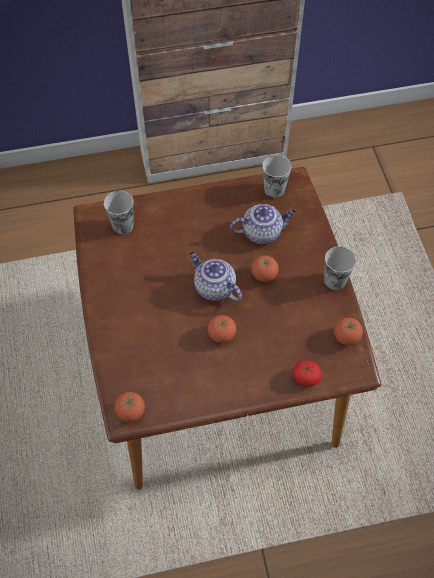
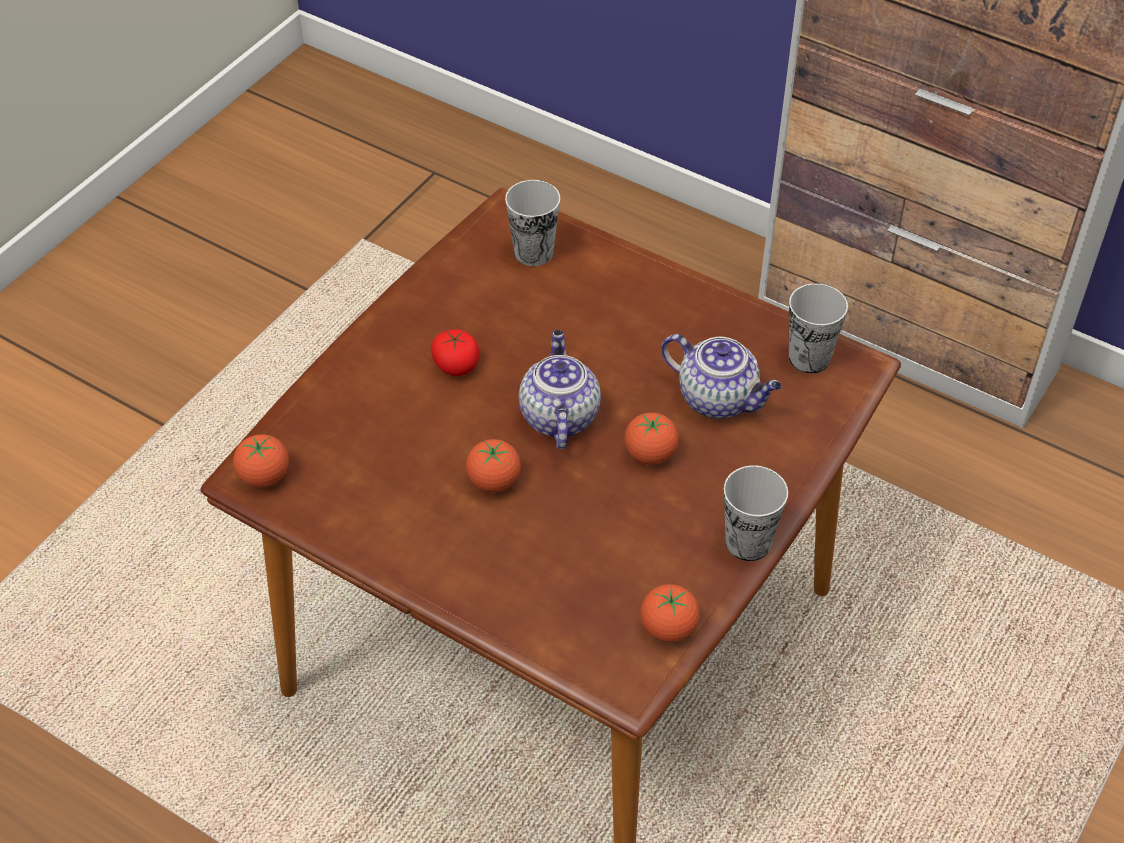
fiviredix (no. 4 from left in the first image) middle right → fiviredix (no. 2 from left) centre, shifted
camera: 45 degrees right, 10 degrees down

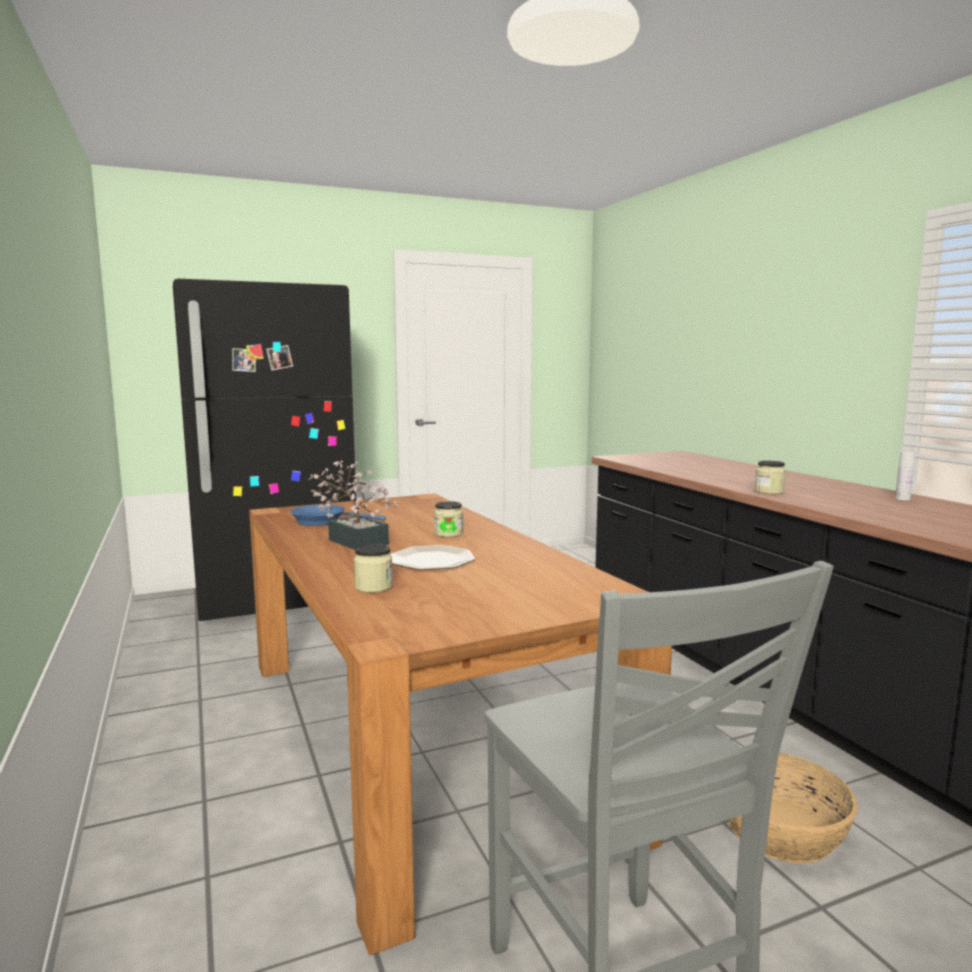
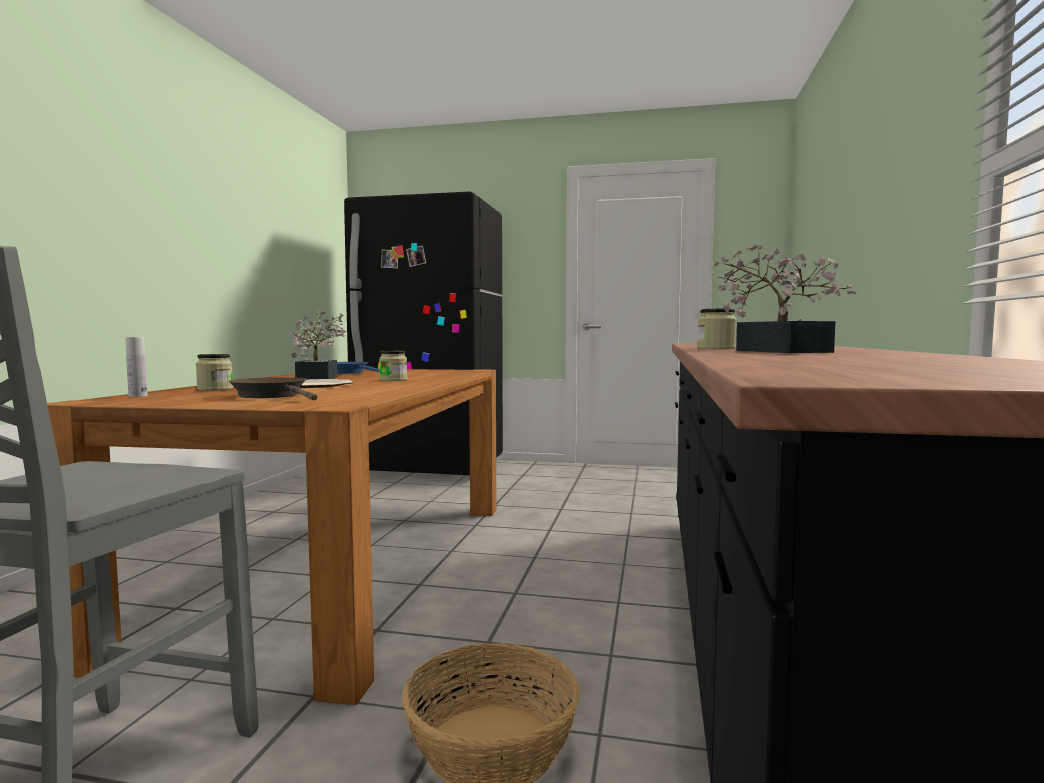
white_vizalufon middle right → white_vizalufon middle left, shifted
- → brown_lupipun middle left
- → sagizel (no. 2 from left) middle right
camera: 35 degrees right, 5 degrees down

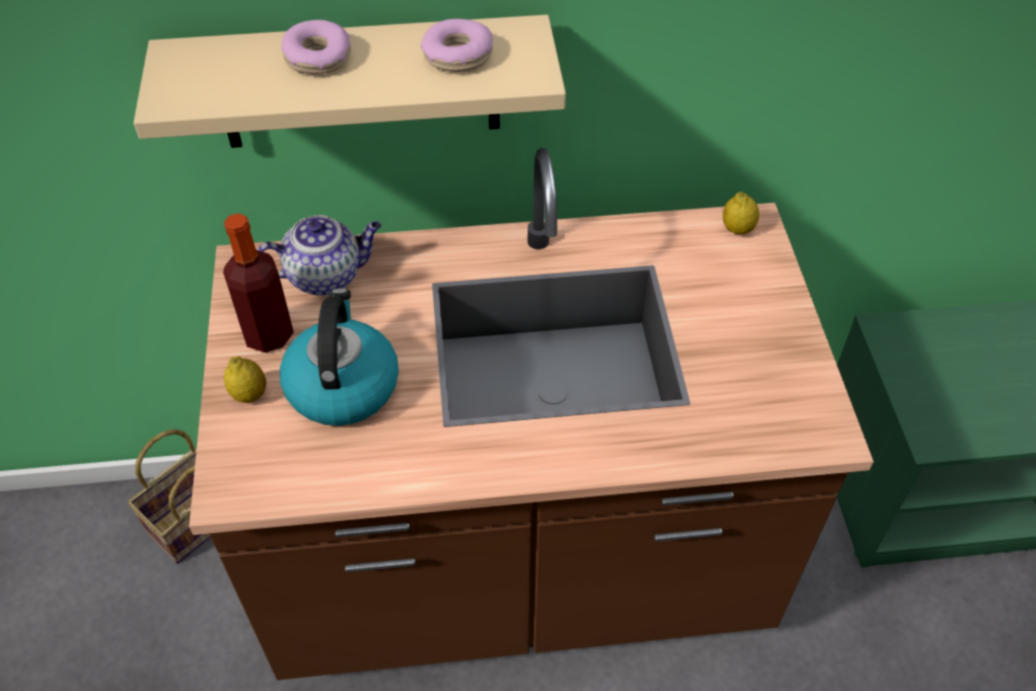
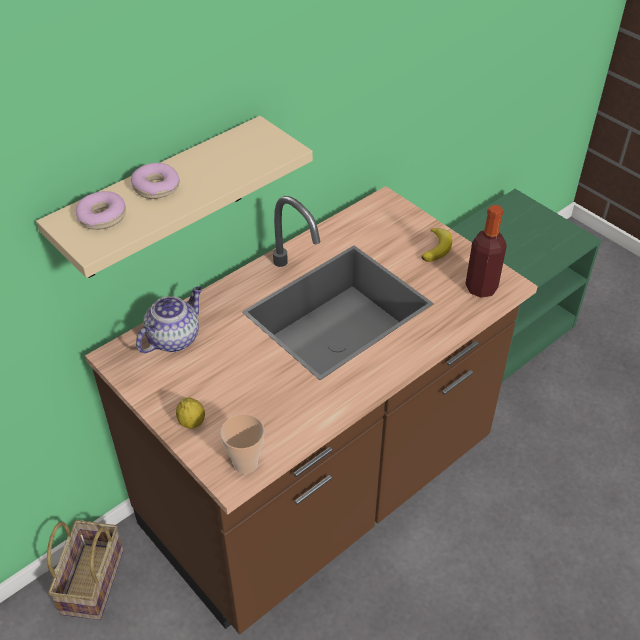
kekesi (no. 2 from left in the first image) top centre → kekesi (no. 1 from left) top left, shifted
- → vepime bottom centre
- → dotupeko middle right
vizalufon middle left → vizalufon middle right, shifted
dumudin middle left → -
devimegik (no. 2 from left) top right → -
camera: 35 degrees left, 5 degrees down

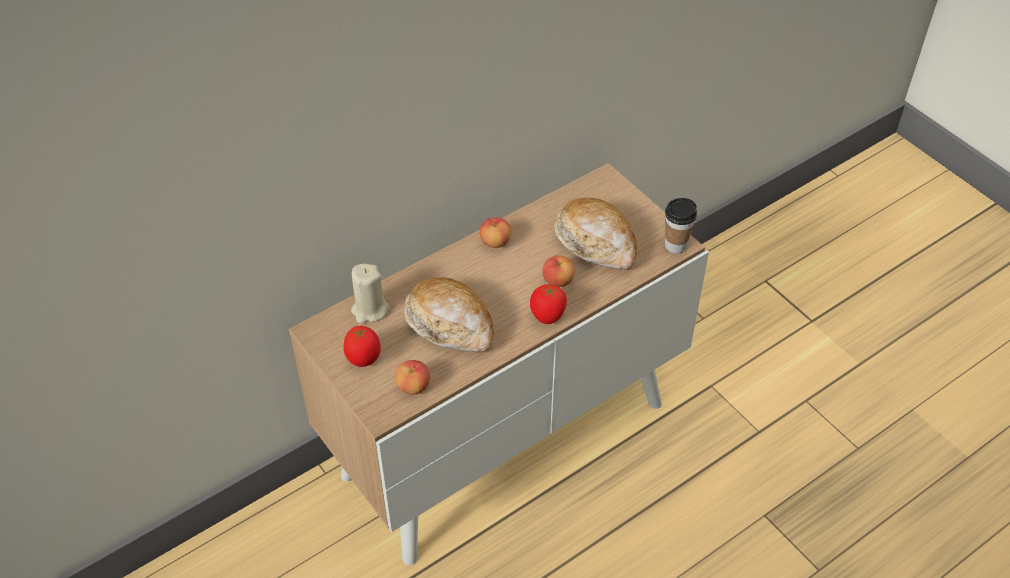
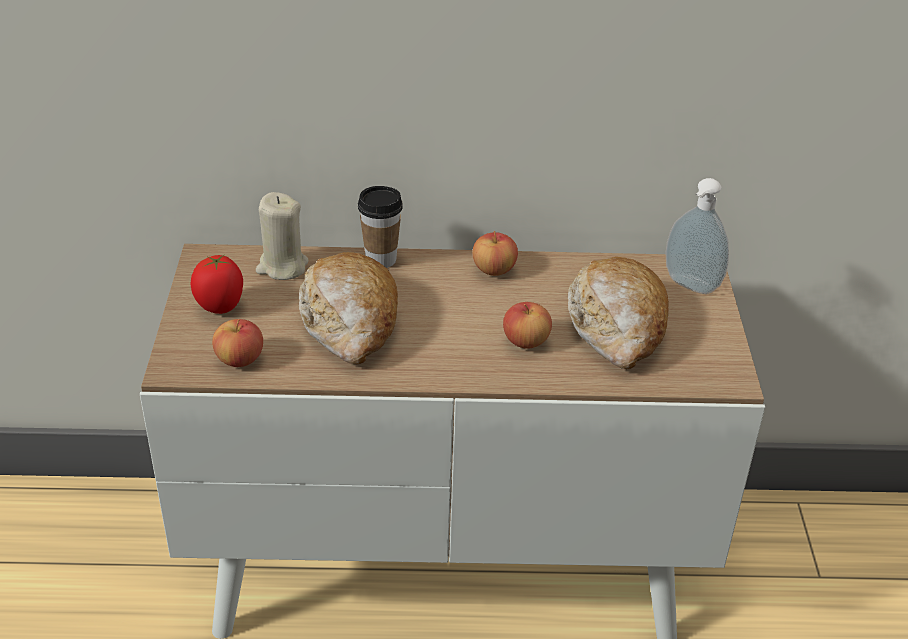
vepime middle right → vepime centre, shifted
- → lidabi middle right
fiviredix (no. 2 from left) centre → -
camera: 35 degrees right, 10 degrees down

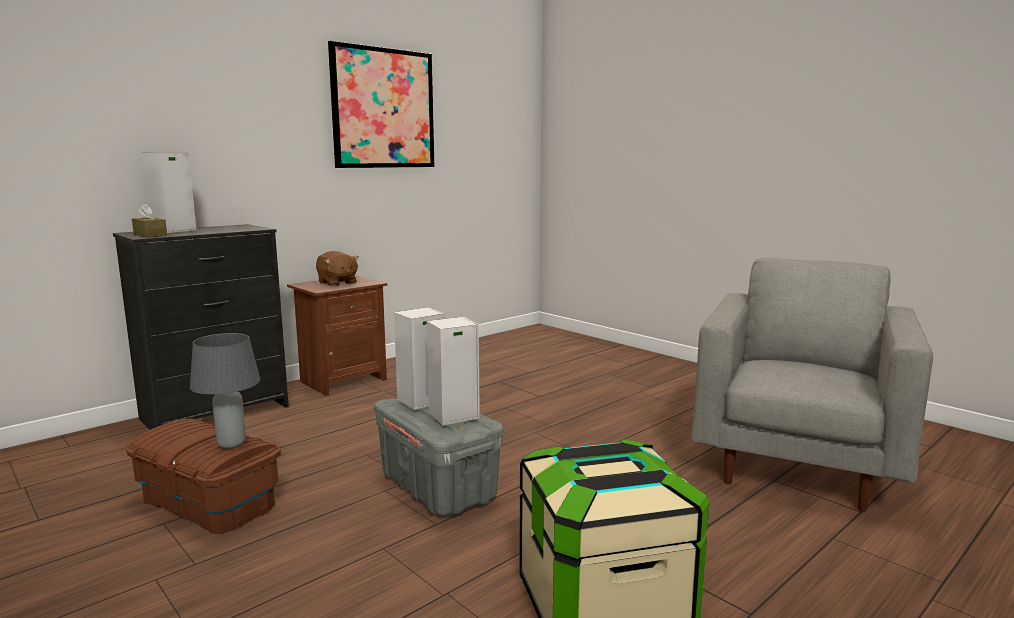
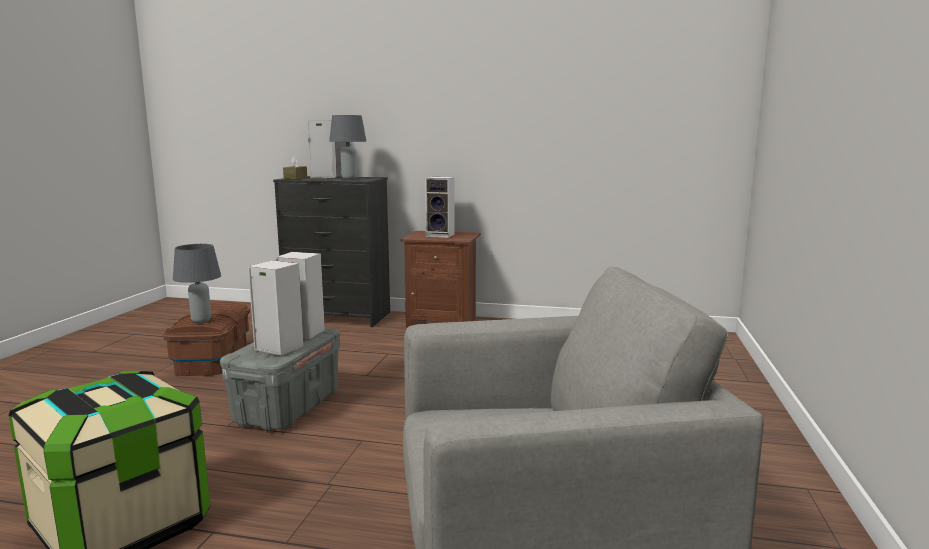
- → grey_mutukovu (no. 2 from left) top centre
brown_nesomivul middle left → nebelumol (no. 4 from left) centre
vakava top centre → -
camera: 55 degrees right, 0 degrees up

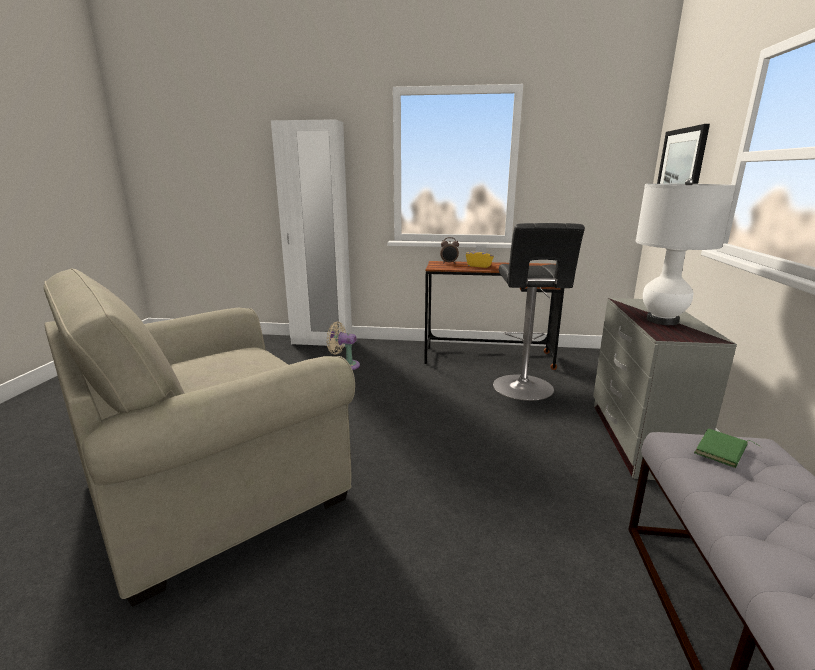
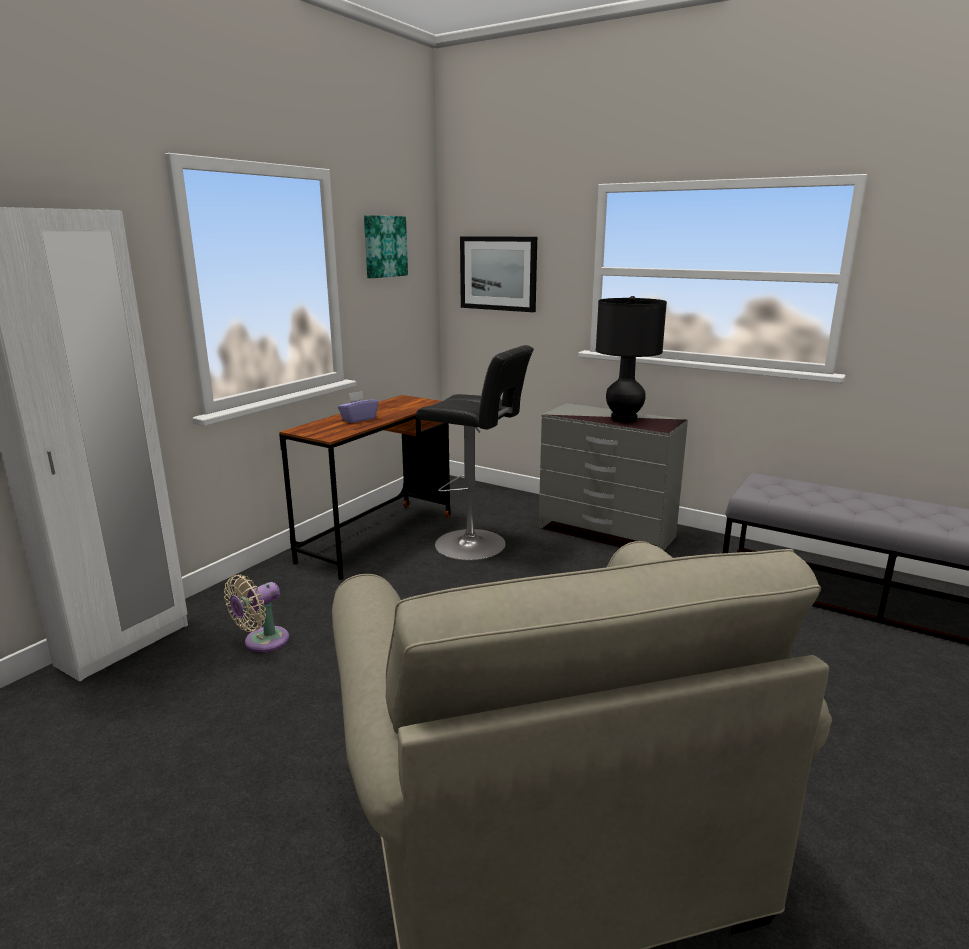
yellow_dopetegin centre → purple_dopetegin centre
- → vakava (no. 1 from left) top centre
white_mutukovu middle right → black_mutukovu centre
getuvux centre → -
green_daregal bottom right → -
camera: 65 degrees left, 0 degrees up

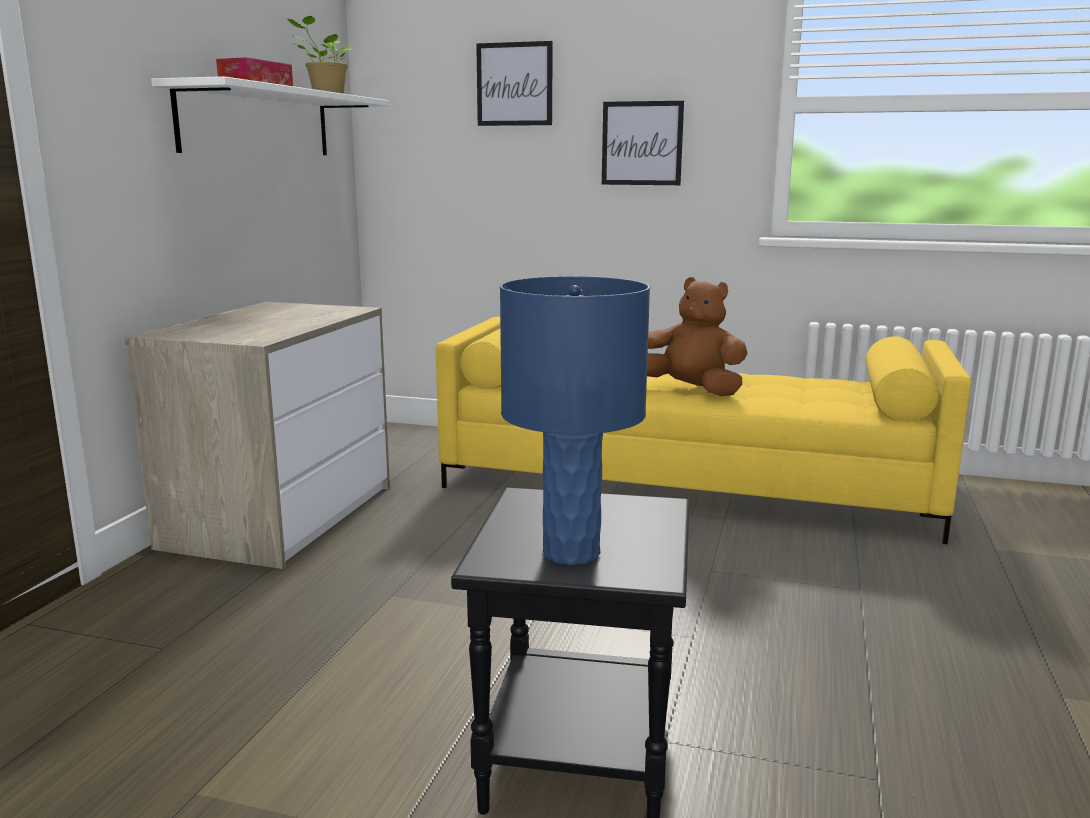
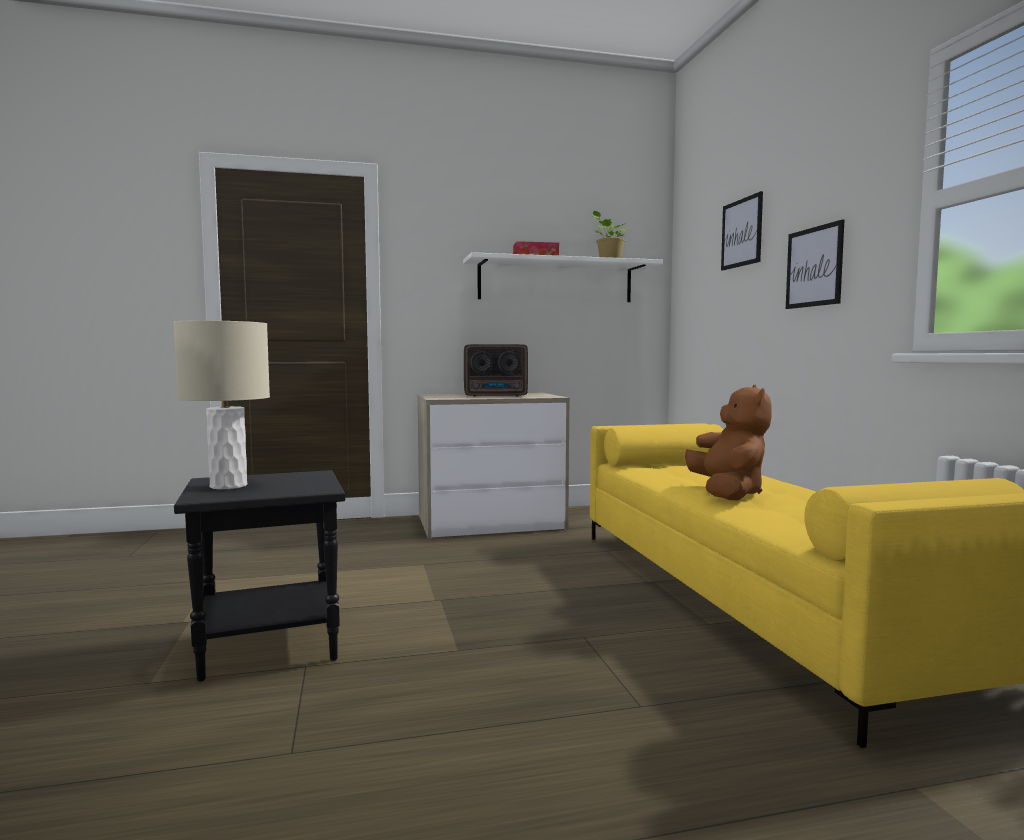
blue_mutukovu centre → beige_mutukovu middle left
- → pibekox centre
camera: 60 degrees right, 10 degrees down

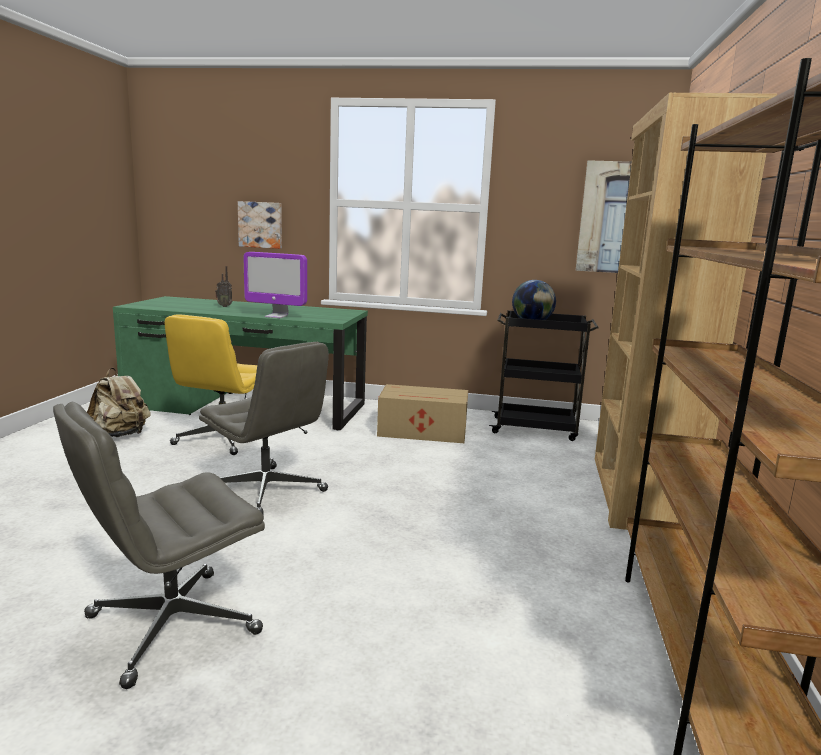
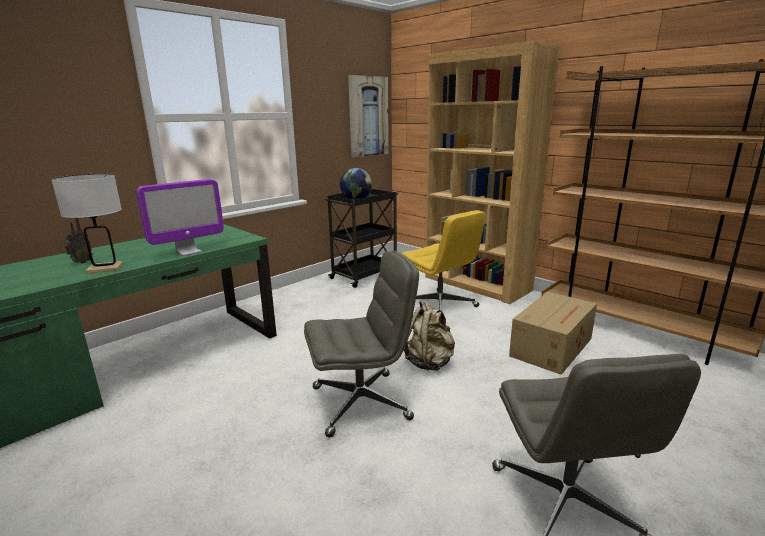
- → white_mutukovu middle left
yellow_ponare middle left → yellow_ponare centre, shifted
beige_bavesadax middle left → beige_bavesadax centre, shifted
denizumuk centre → denizumuk middle right, shifted
vakava (no. 1 from left) top left → -
camera: 55 degrees left, 5 degrees up

